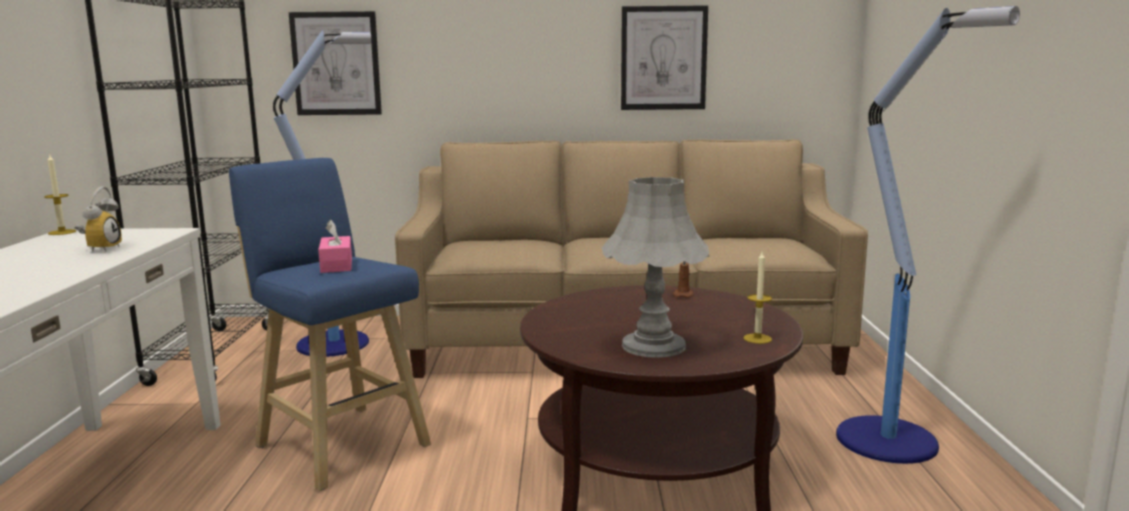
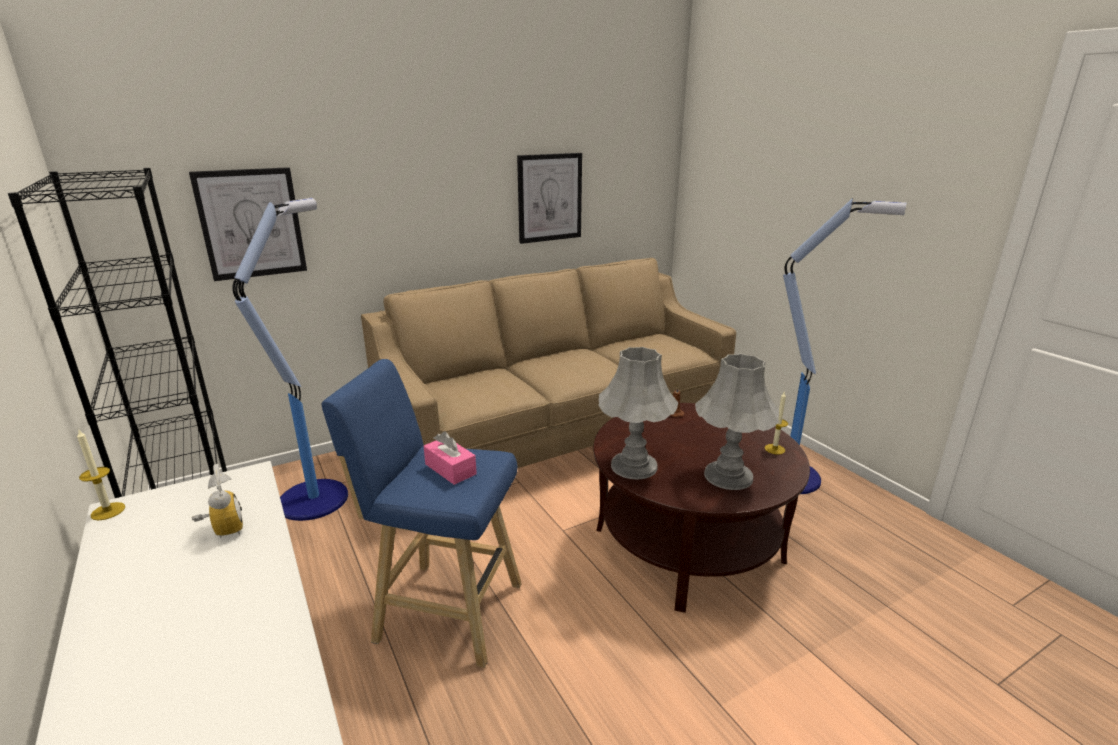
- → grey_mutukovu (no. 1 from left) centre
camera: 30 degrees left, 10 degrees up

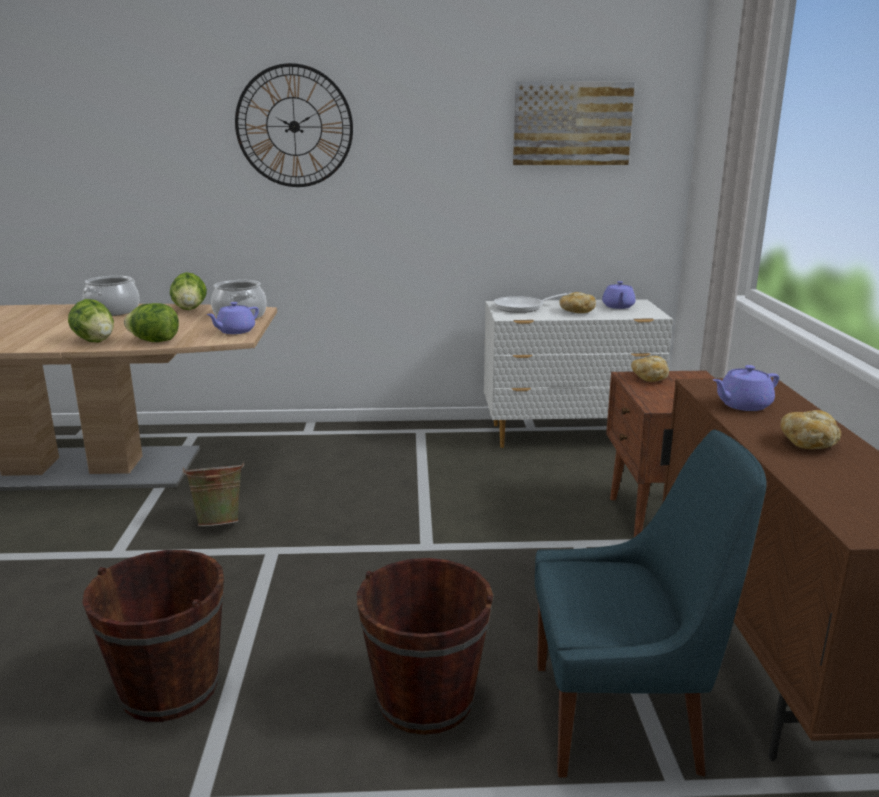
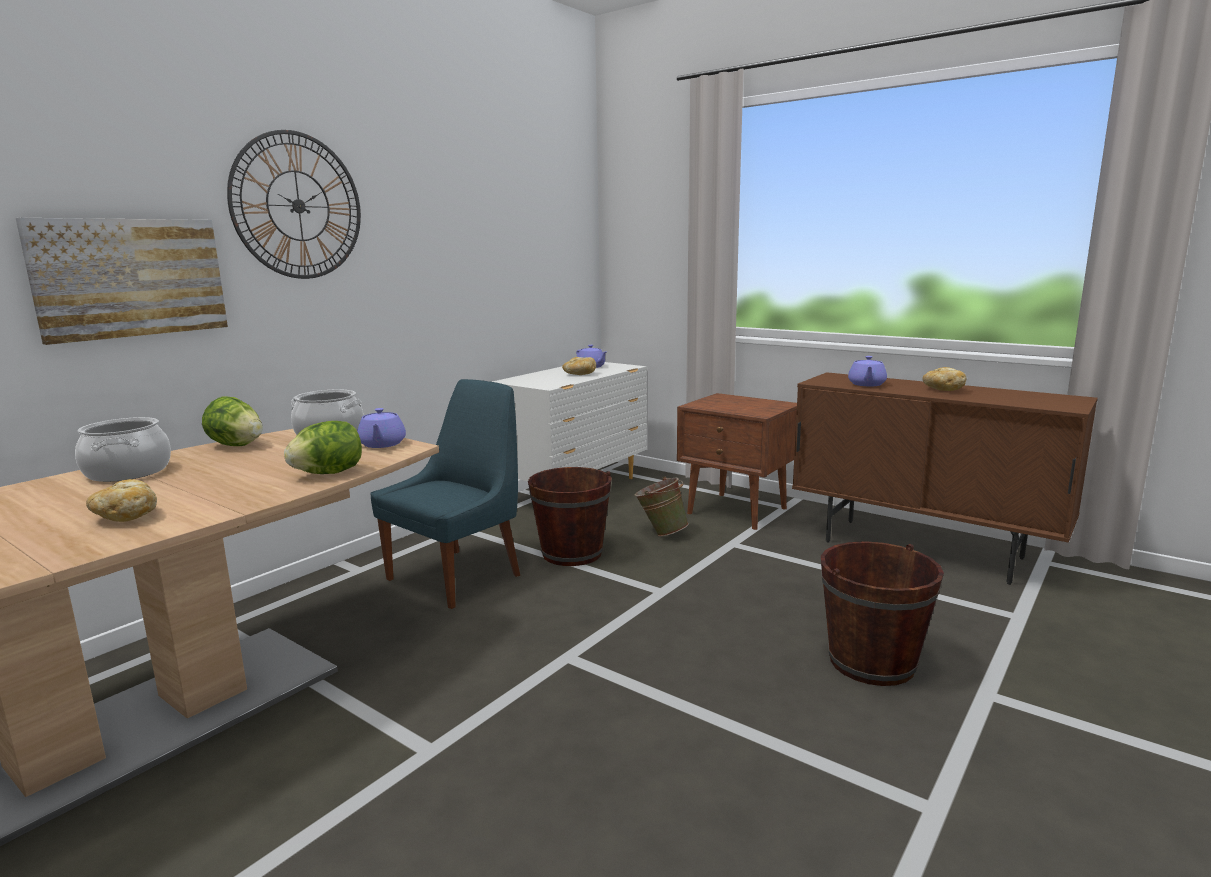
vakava top centre → vakava top left, shifted
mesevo (no. 2 from left in the first image) middle right → mesevo (no. 1 from left) middle left, shifted
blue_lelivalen bottom right → blue_lelivalen centre, shifted
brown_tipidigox (no. 1 from left) bottom left → brown_tipidigox (no. 1 from left) centre, shifted
green_tipidigox middle left → green_tipidigox centre, shifted
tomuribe (no. 1 from left) middle left → -
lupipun centre → -
camera: 50 degrees left, 5 degrees down

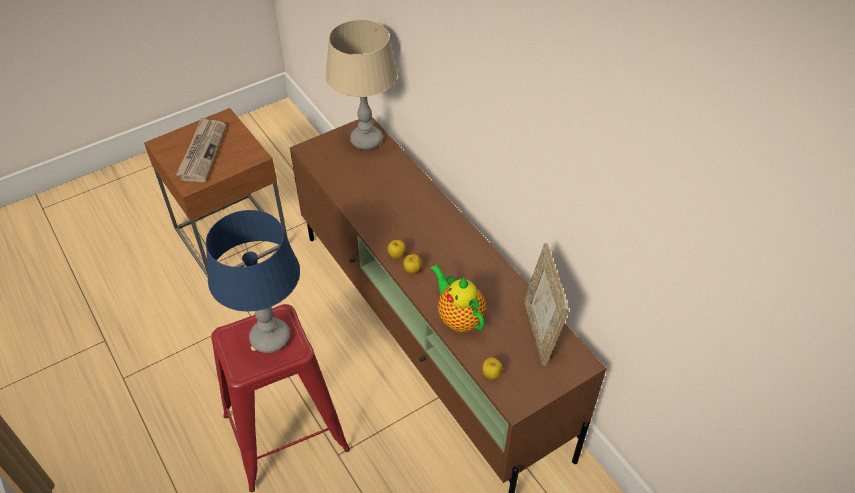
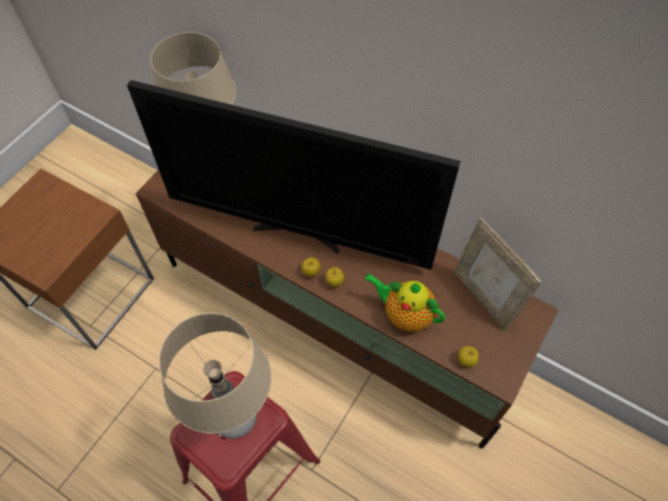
- → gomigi centre
blue_mutukovu middle left → beige_mutukovu (no. 2 from left) bottom left
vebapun top left → -
camera: 25 degrees left, 10 degrees up

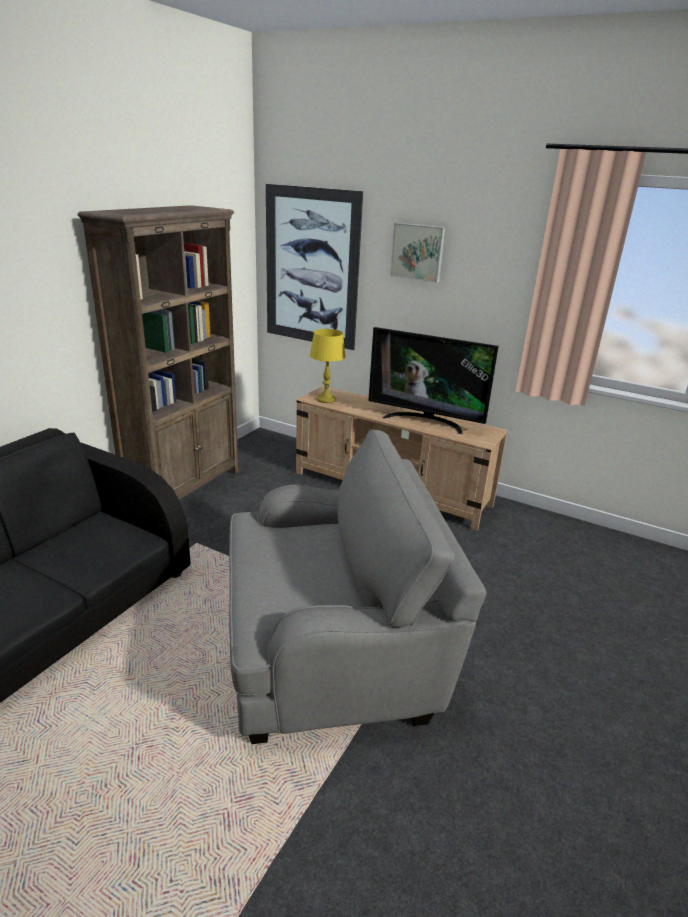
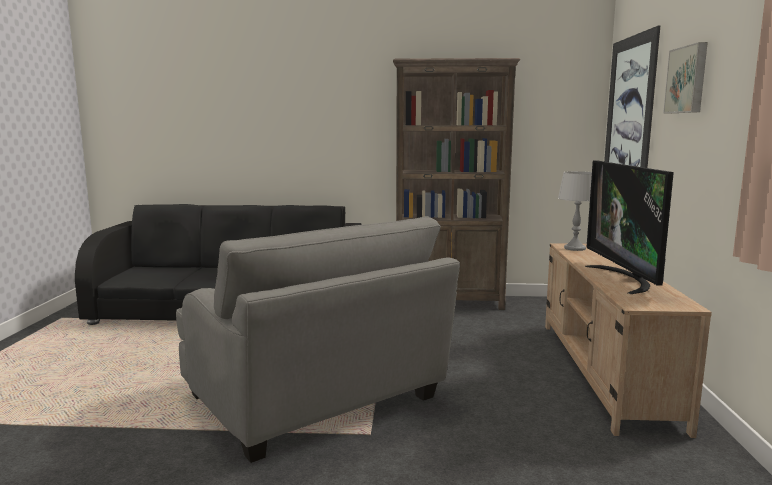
yellow_mutukovu centre → grey_mutukovu middle right
camera: 65 degrees right, 15 degrees down

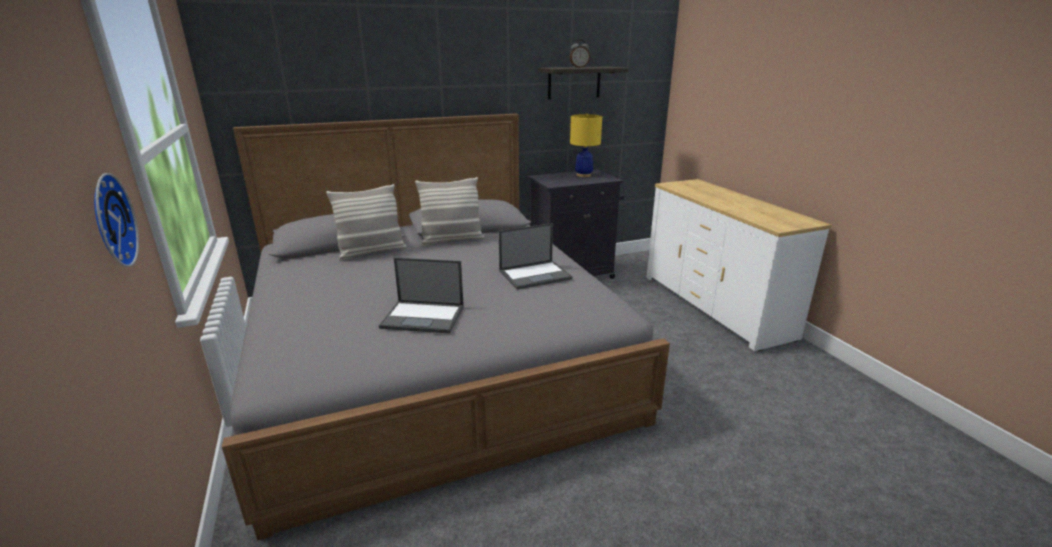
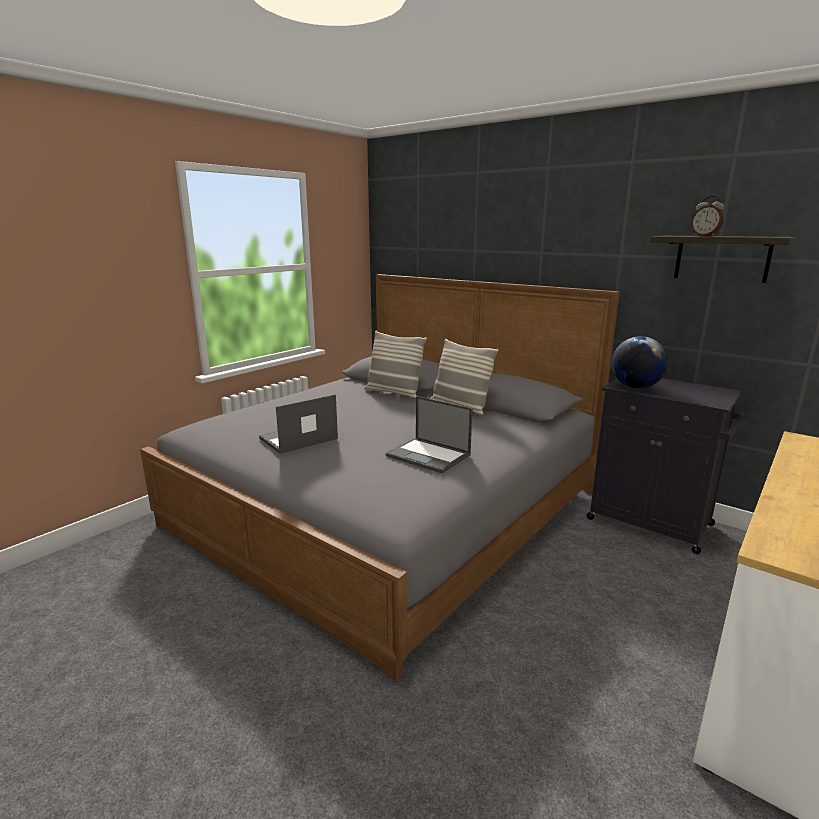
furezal (no. 1 from left) centre, 75 degrees clockwise
- → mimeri middle right
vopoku middle left → -
yellow_mutukovu top centre → -
camera: 60 degrees right, 5 degrees down

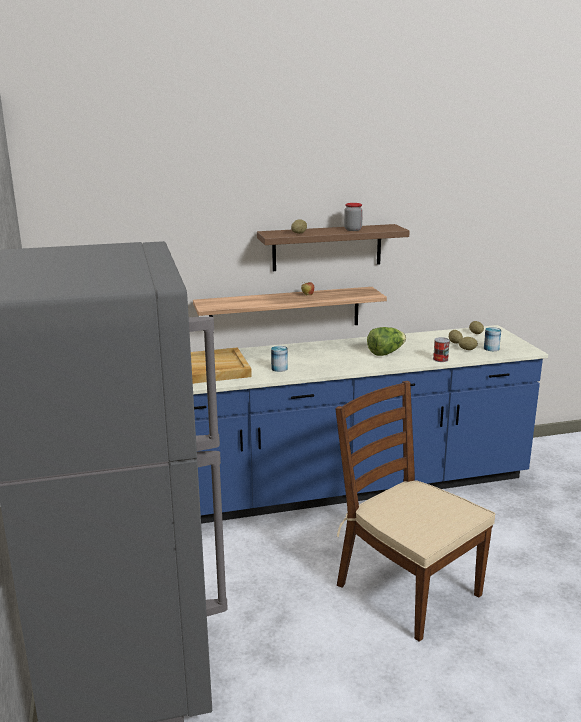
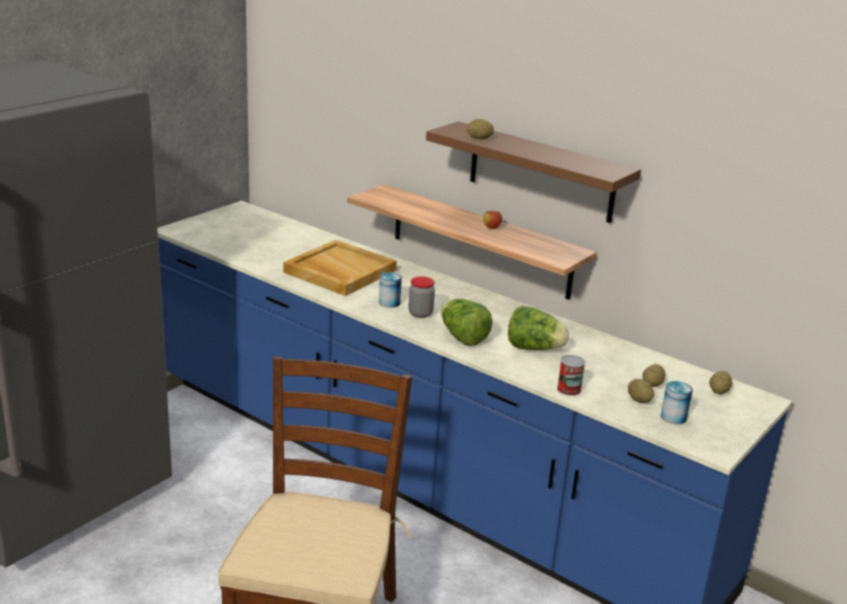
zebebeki top centre → zebebeki centre, shifted
- → tomuribe (no. 1 from left) centre
camera: 50 degrees right, 5 degrees up

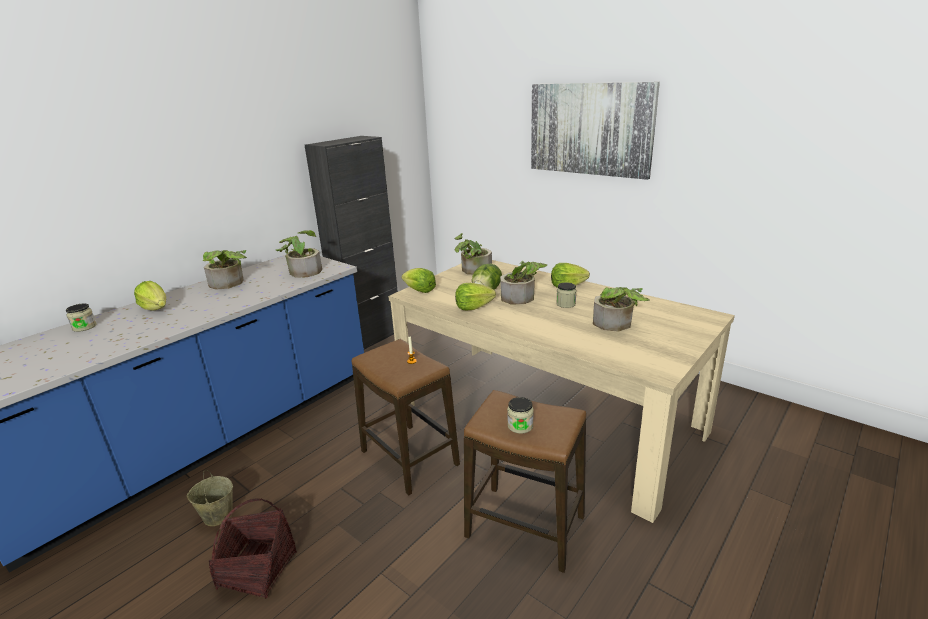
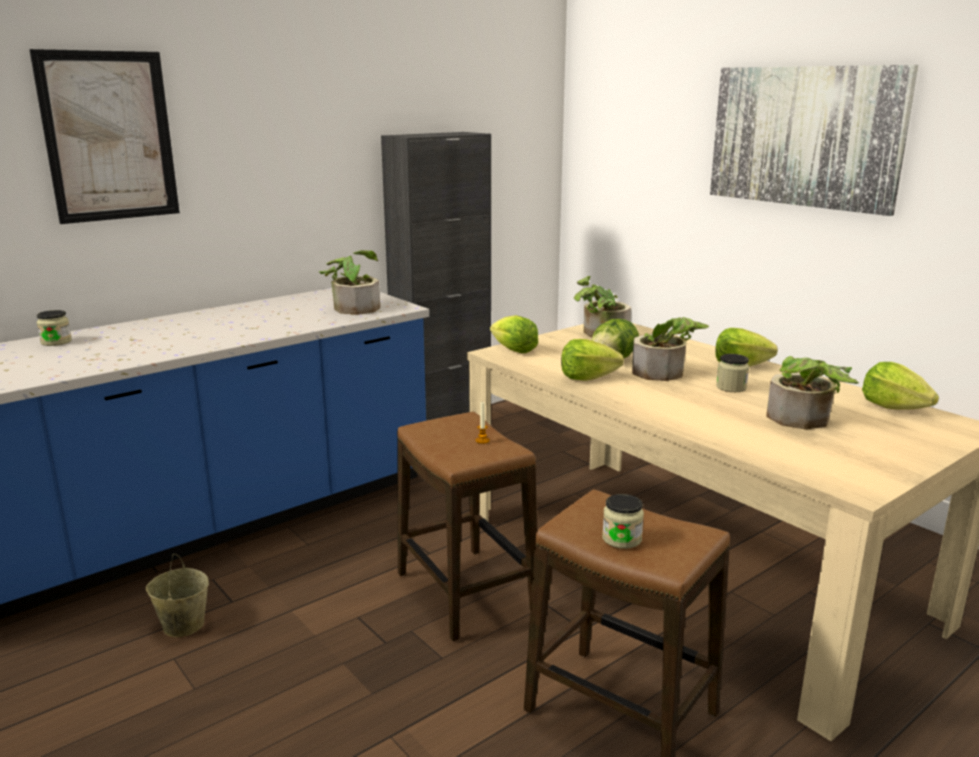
- → vakava (no. 1 from left) top left
tomuribe (no. 1 from left in the first image) middle left → tomuribe (no. 5 from left) middle right, shifted
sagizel (no. 1 from left) middle left → -
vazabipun bottom left → -
camera: 10 degrees right, 5 degrees down

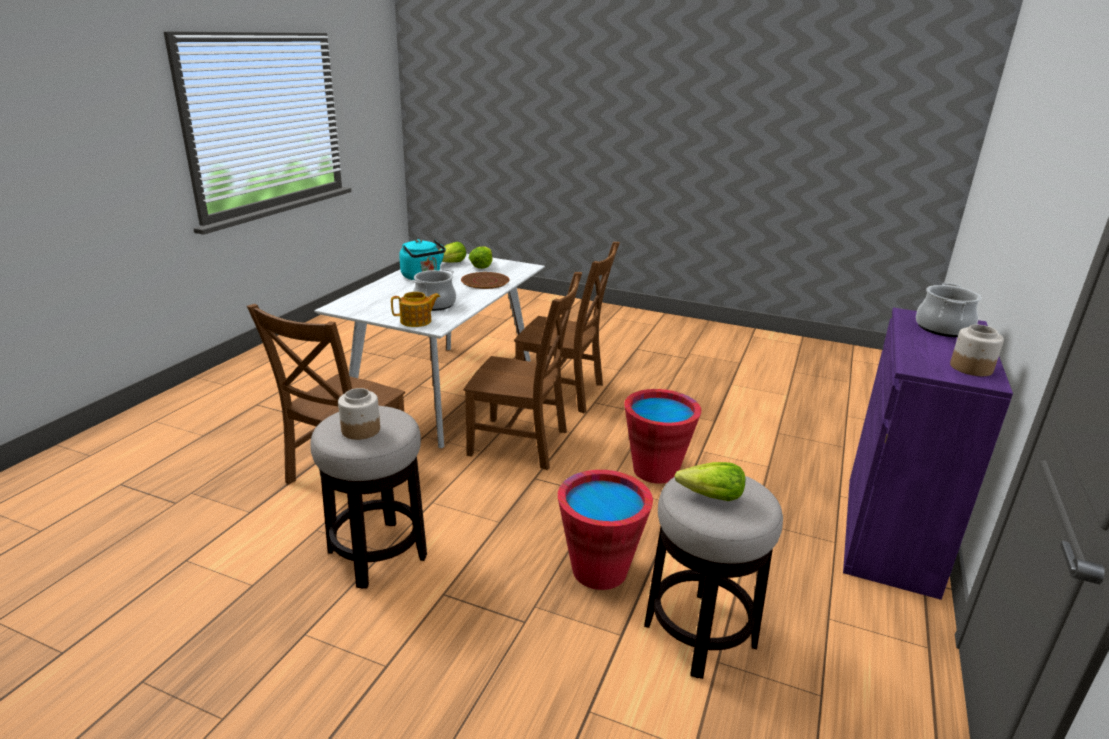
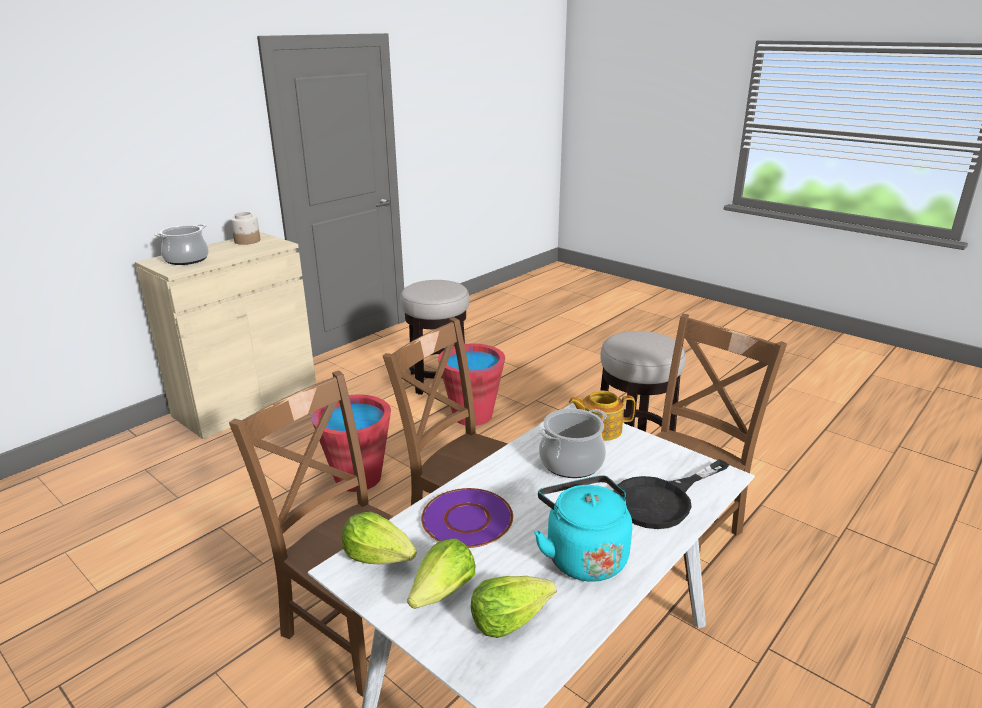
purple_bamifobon middle right → beige_bamifobon middle left
tomuribe (no. 3 from left in the first image) centre → tomuribe (no. 1 from left) bottom centre, shifted
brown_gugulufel centre → purple_gugulufel bottom centre
- → black_lupipun bottom right
zebebeki (no. 1 from left) middle left → -
camera: 160 degrees left, 0 degrees up

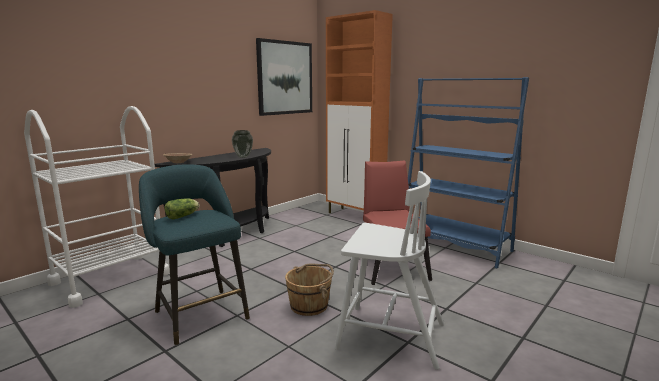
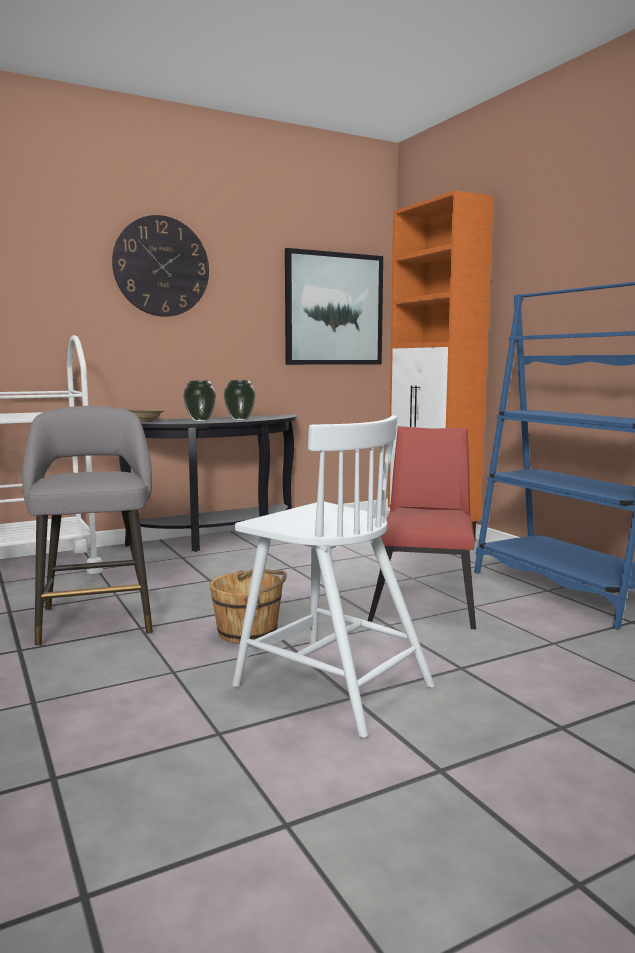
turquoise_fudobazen bottom left → grey_fudobazen middle left
- → vopoku top left
- → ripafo (no. 1 from left) middle left
tomuribe middle left → -
camera: 20 degrees right, 5 degrees down

